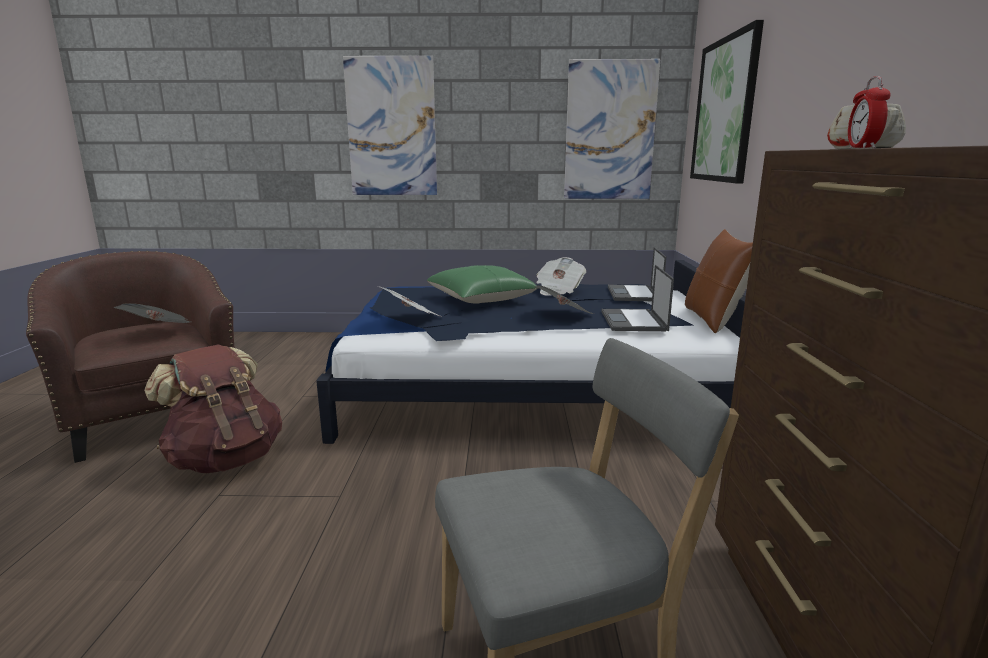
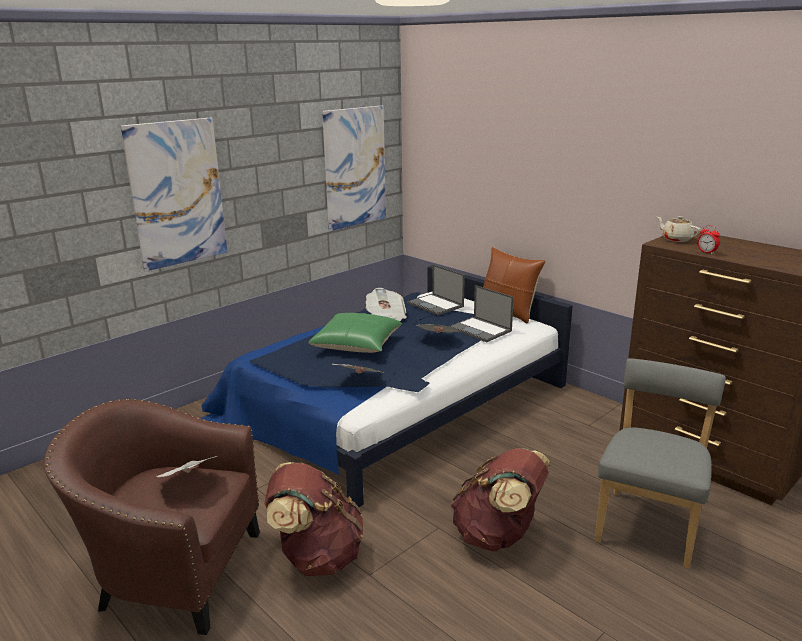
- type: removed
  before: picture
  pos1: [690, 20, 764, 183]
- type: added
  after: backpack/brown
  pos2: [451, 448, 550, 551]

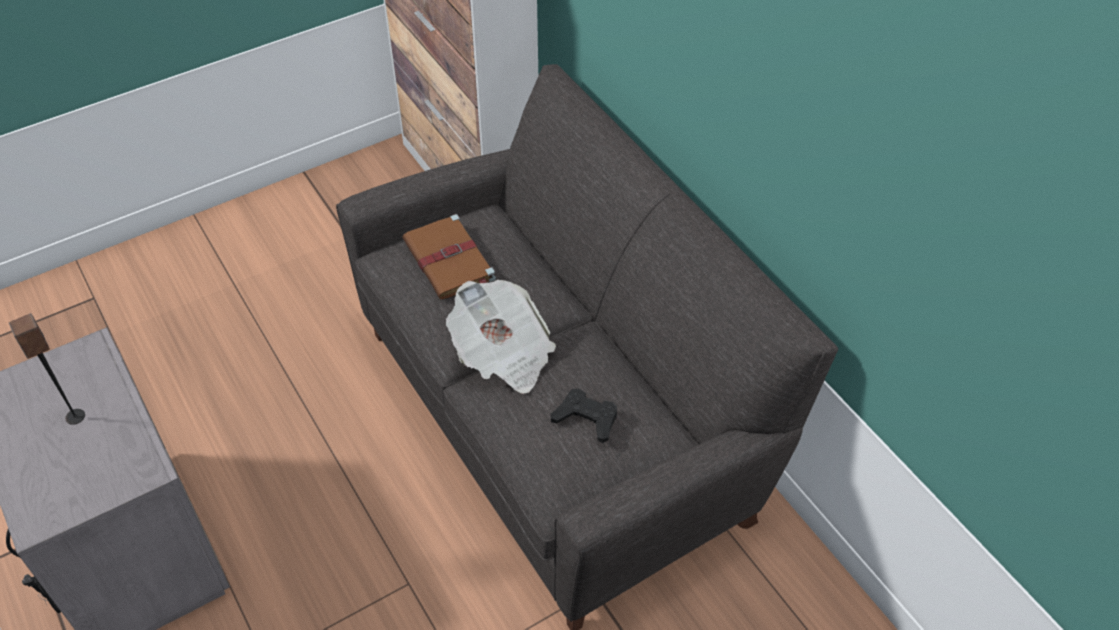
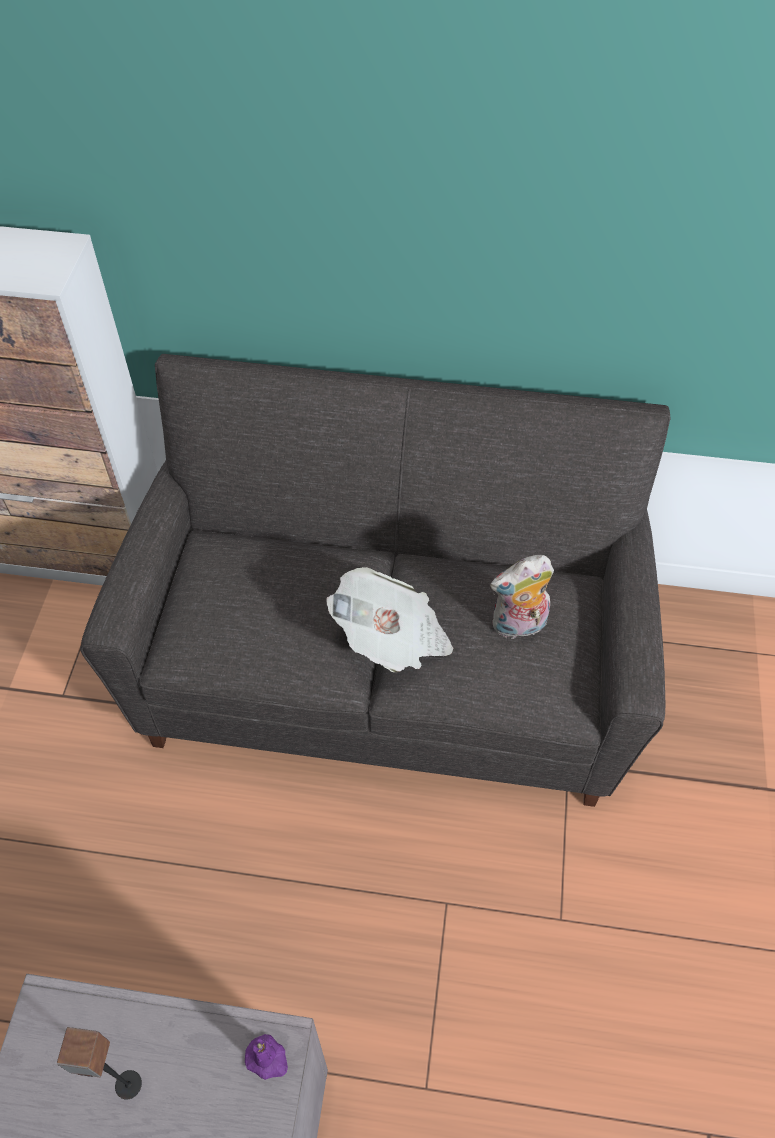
- type: removed
  before: book/brown
  pos1: [402, 214, 496, 300]
- type: replaced
  before: game controller/black
  after: plush toy
  pos1: [550, 389, 617, 443]
  pos2: [490, 555, 554, 639]
- type: added
  after: candle/purple
  pos2: [245, 1034, 288, 1080]

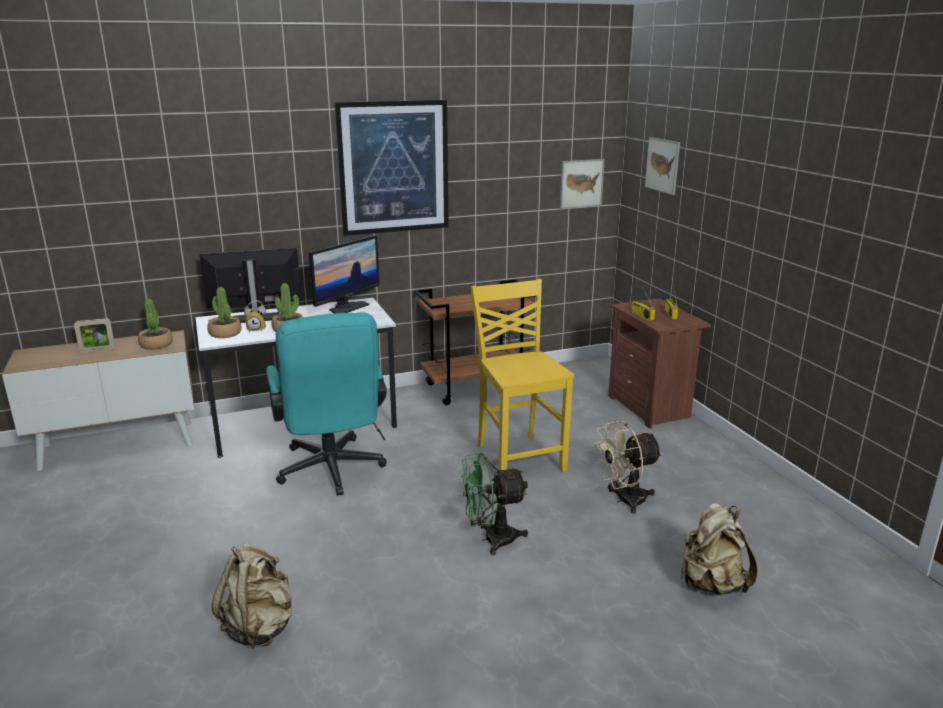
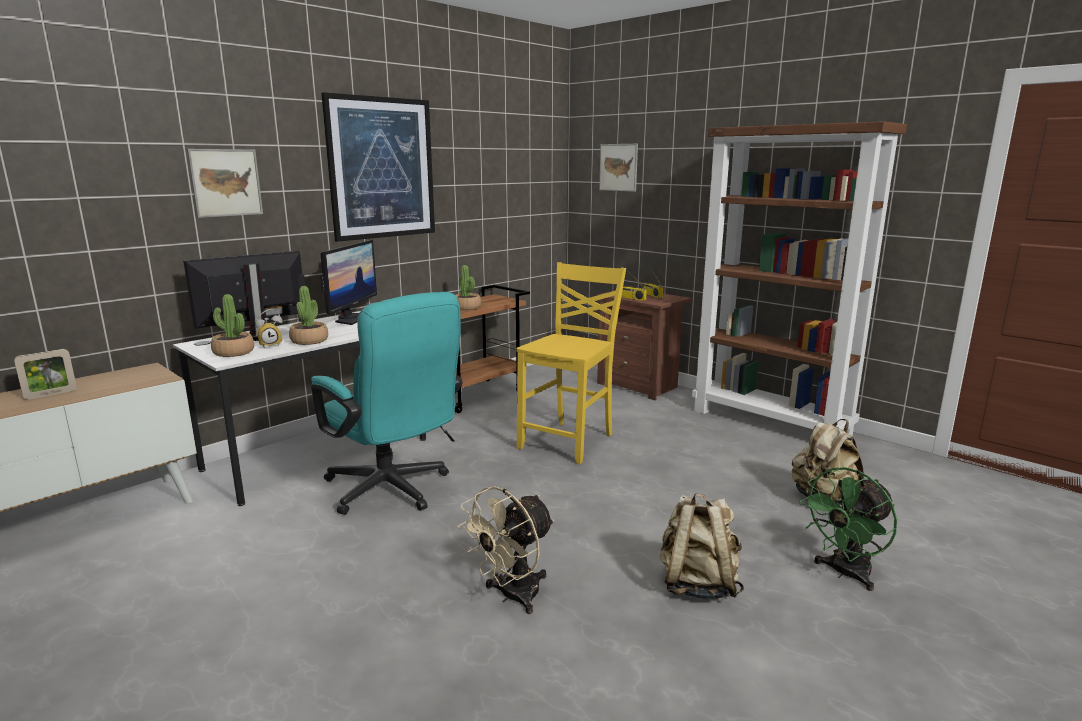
- type: moved
  before: picture
  pos1: [560, 159, 605, 209]
  pos2: [187, 149, 263, 218]
- type: turned
  before: chair/yellow
  pos1: [470, 279, 574, 472]
  pos2: [516, 262, 626, 464]
  turn: 75
- type: moved
  before: potted plant
  pos1: [138, 299, 173, 350]
  pos2: [455, 265, 481, 310]
- type: moved
  before: fan/beige
  pos1: [593, 421, 662, 514]
  pos2: [457, 486, 554, 614]
- type: moved
  before: fan/green
  pos1: [461, 453, 528, 555]
  pos2: [799, 467, 897, 591]
- type: moved
  before: backpack/beige
  pos1: [211, 543, 292, 649]
  pos2: [659, 493, 744, 600]
- type: added
  after: bookcase/brown
  pos2: [692, 121, 907, 436]

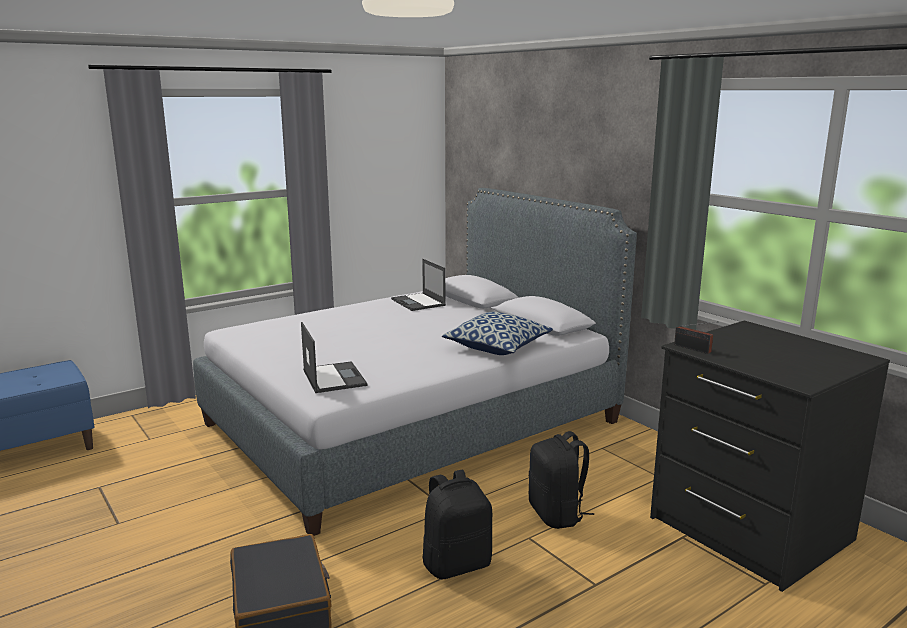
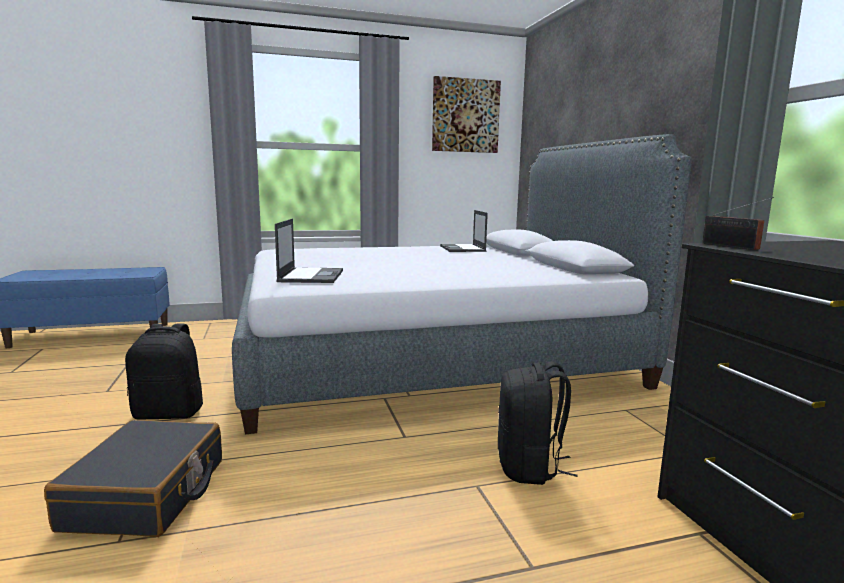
- type: removed
  before: pillow
  pos1: [442, 312, 553, 355]
- type: moved
  before: backpack/black
  pos1: [422, 470, 492, 579]
  pos2: [125, 324, 203, 420]
- type: added
  after: picture
  pos2: [432, 76, 501, 153]

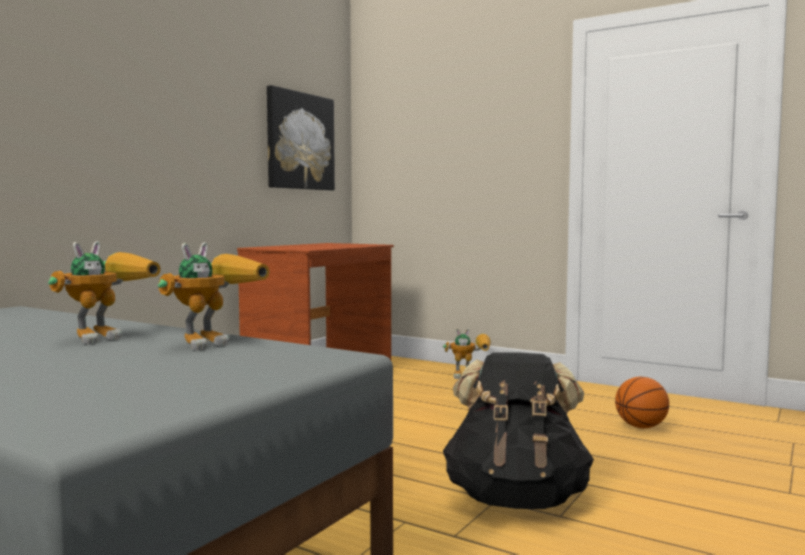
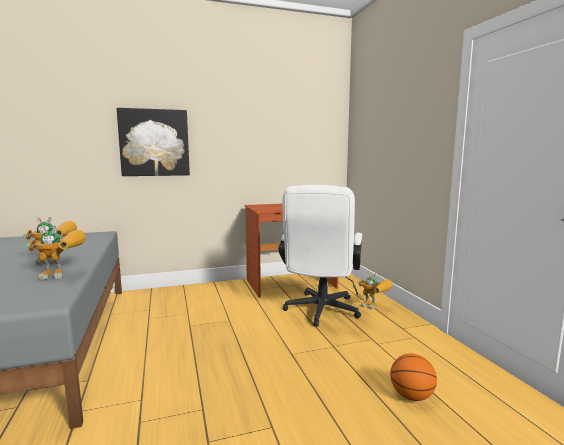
- type: moved
  before: picture
  pos1: [267, 85, 335, 190]
  pos2: [117, 108, 190, 176]
- type: removed
  before: backpack/black
  pos1: [443, 352, 594, 509]
- type: added
  after: office chair/white
  pos2: [278, 185, 362, 327]

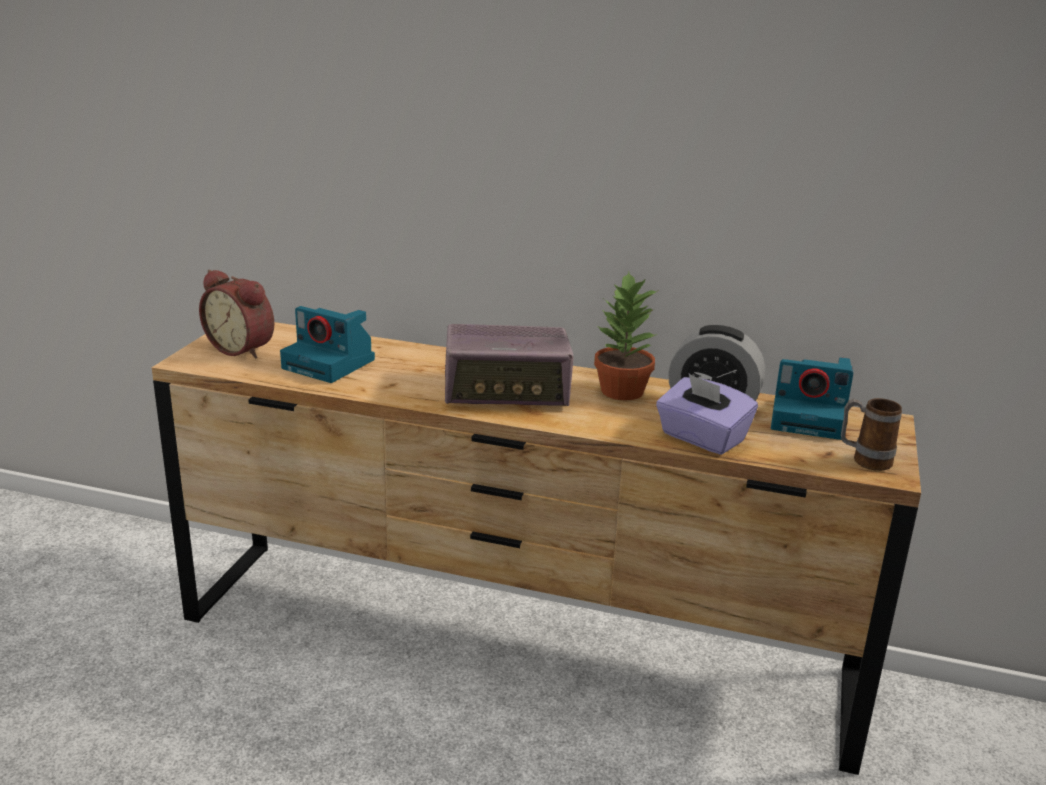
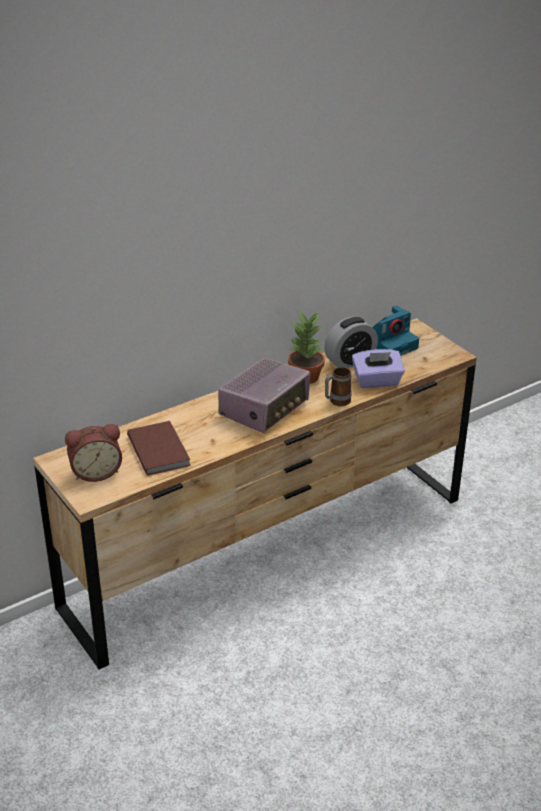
- type: replaced
  before: photo camera
  after: book/brown
  pos1: [280, 306, 375, 383]
  pos2: [127, 421, 191, 476]
- type: moved
  before: mug
  pos1: [841, 398, 902, 471]
  pos2: [325, 367, 352, 406]

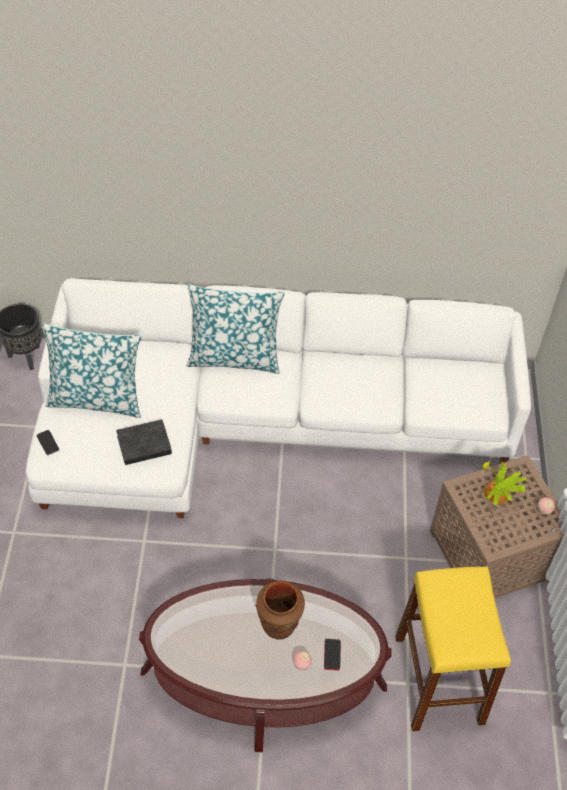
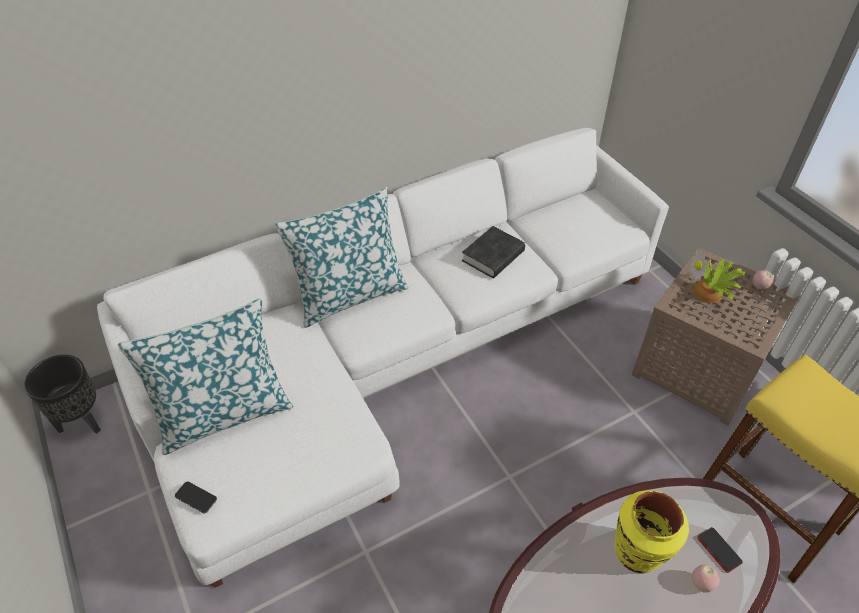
- type: moved
  before: book/black
  pos1: [116, 419, 172, 465]
  pos2: [462, 226, 525, 278]
- type: recoloured
  before: vase/brown
  after: vase/yellow
  pos1: [256, 580, 305, 640]
  pos2: [615, 490, 689, 573]

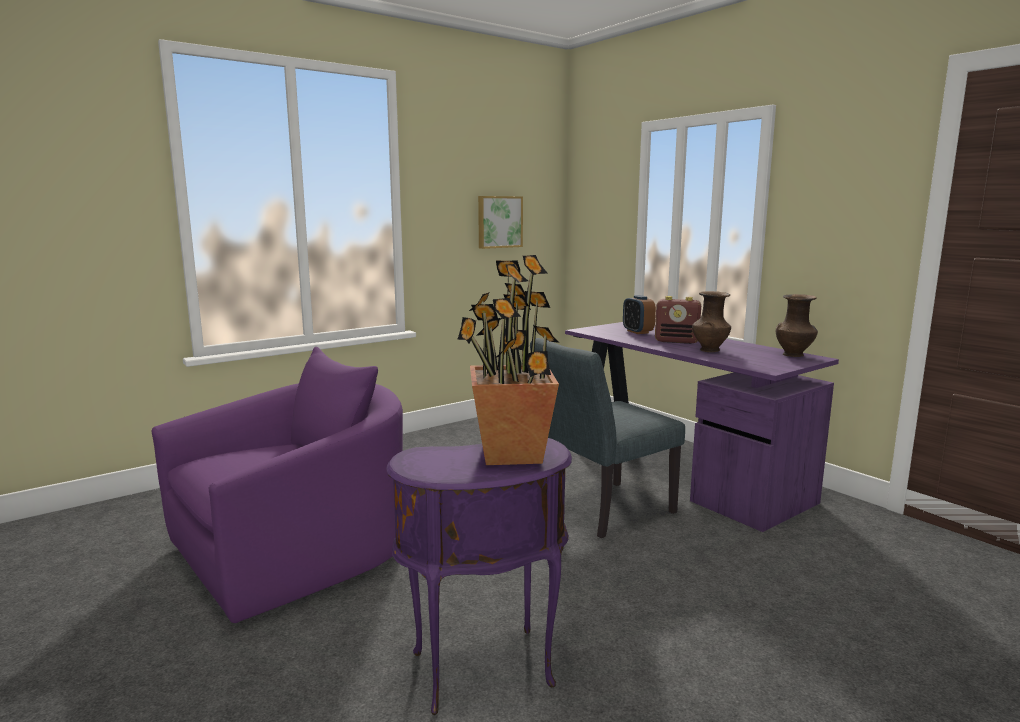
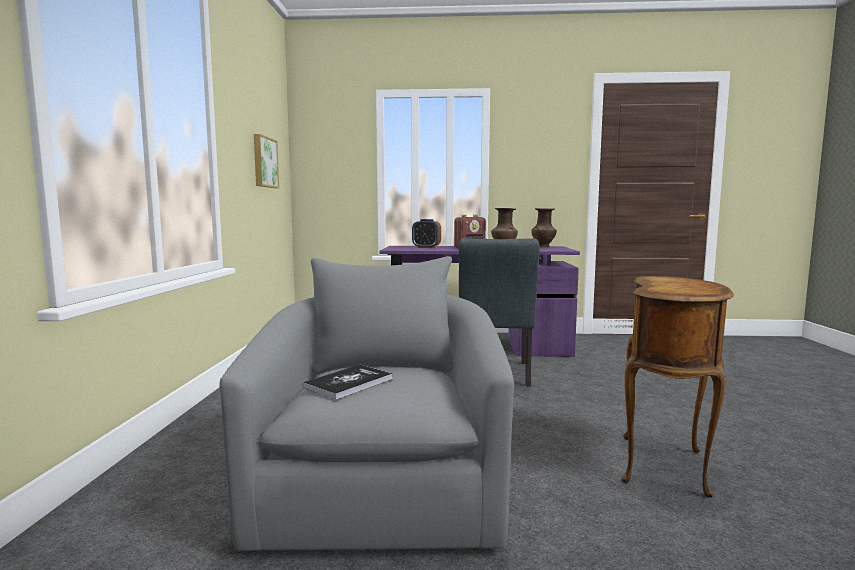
- type: removed
  before: potted plant
  pos1: [457, 255, 560, 465]
- type: recoloured
  before: armchair/purple
  after: armchair/grey
  pos1: [151, 347, 403, 623]
  pos2: [219, 256, 514, 551]
- type: recoloured
  before: side table/purple
  after: side table/brown
  pos1: [386, 438, 572, 715]
  pos2: [621, 276, 734, 498]
- type: added
  after: book
  pos2: [303, 365, 393, 400]

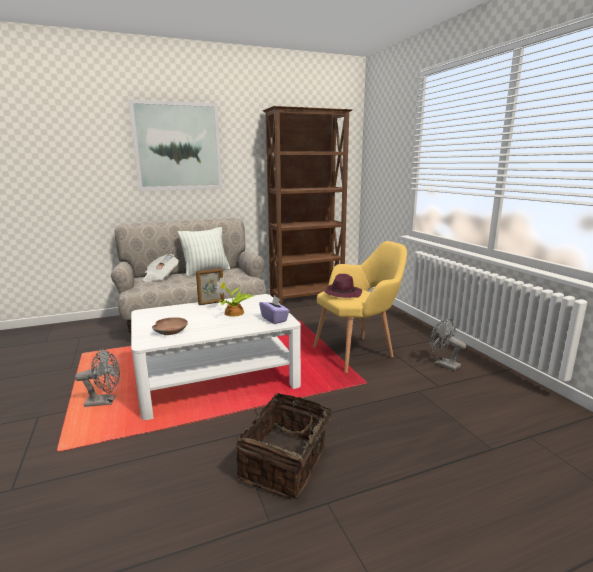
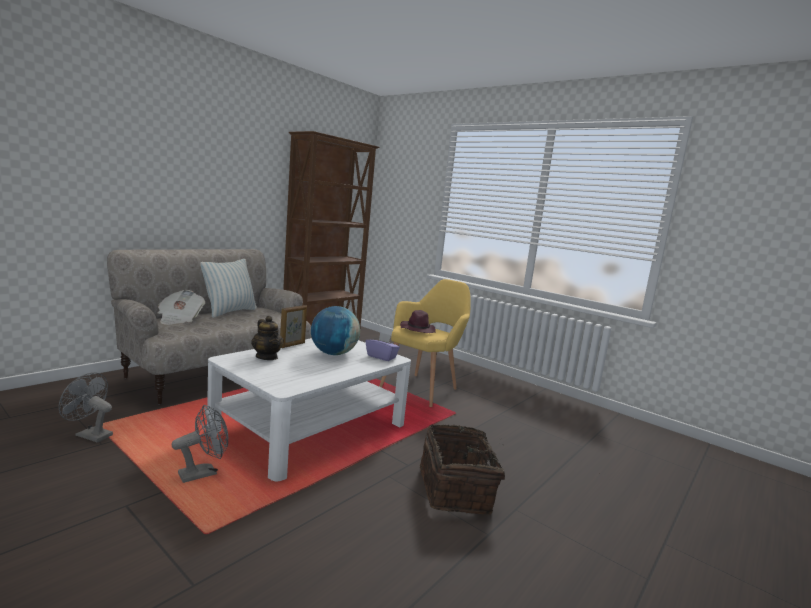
- type: removed
  before: picture
  pos1: [129, 99, 222, 190]
- type: replaced
  before: potted plant
  after: globe
  pos1: [216, 276, 254, 316]
  pos2: [311, 306, 360, 355]
- type: removed
  before: bowl/brown
  pos1: [152, 317, 188, 335]
- type: moved
  before: fan/grey
  pos1: [429, 319, 466, 371]
  pos2: [59, 373, 113, 443]
- type: added
  after: teapot
  pos2: [251, 316, 284, 360]

